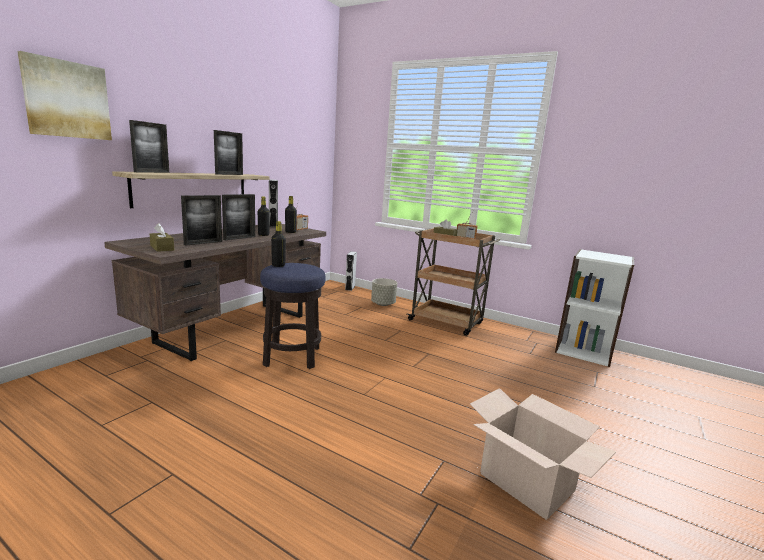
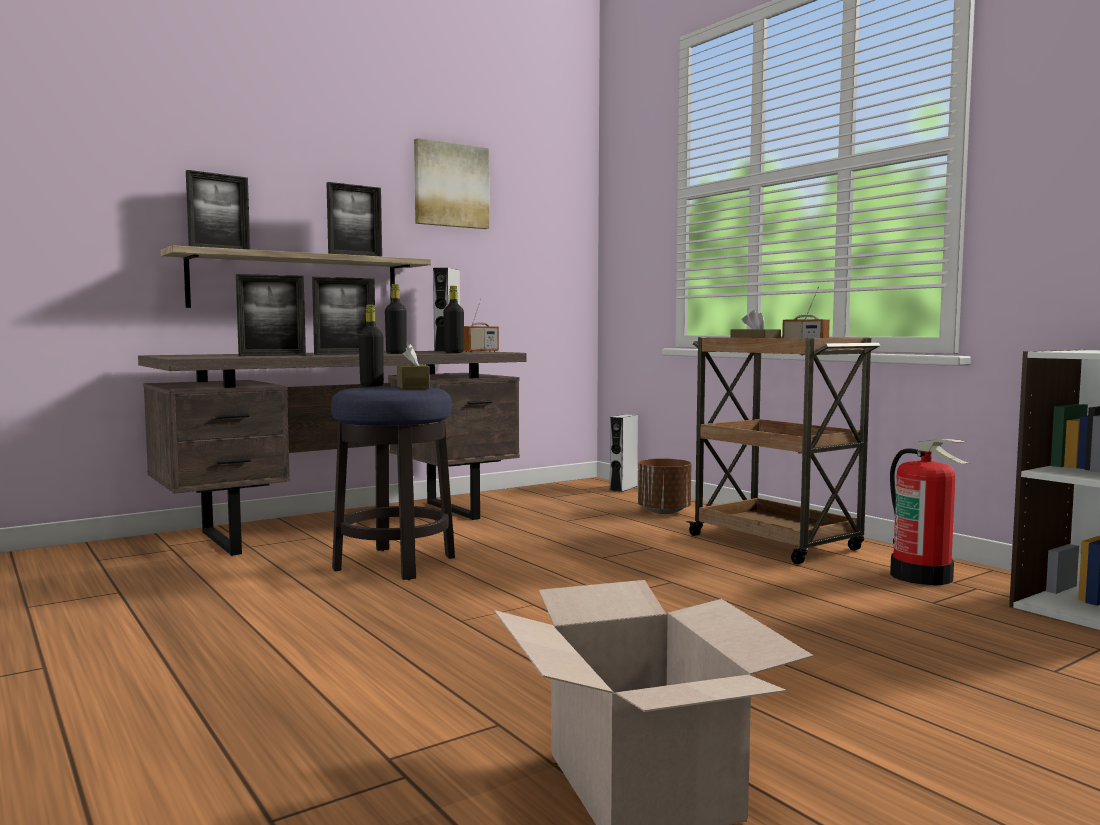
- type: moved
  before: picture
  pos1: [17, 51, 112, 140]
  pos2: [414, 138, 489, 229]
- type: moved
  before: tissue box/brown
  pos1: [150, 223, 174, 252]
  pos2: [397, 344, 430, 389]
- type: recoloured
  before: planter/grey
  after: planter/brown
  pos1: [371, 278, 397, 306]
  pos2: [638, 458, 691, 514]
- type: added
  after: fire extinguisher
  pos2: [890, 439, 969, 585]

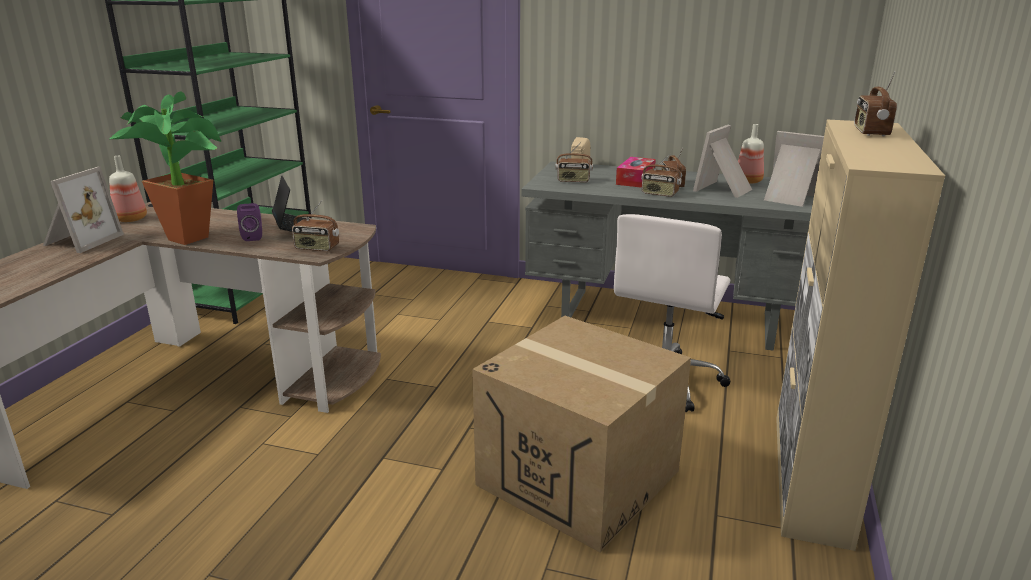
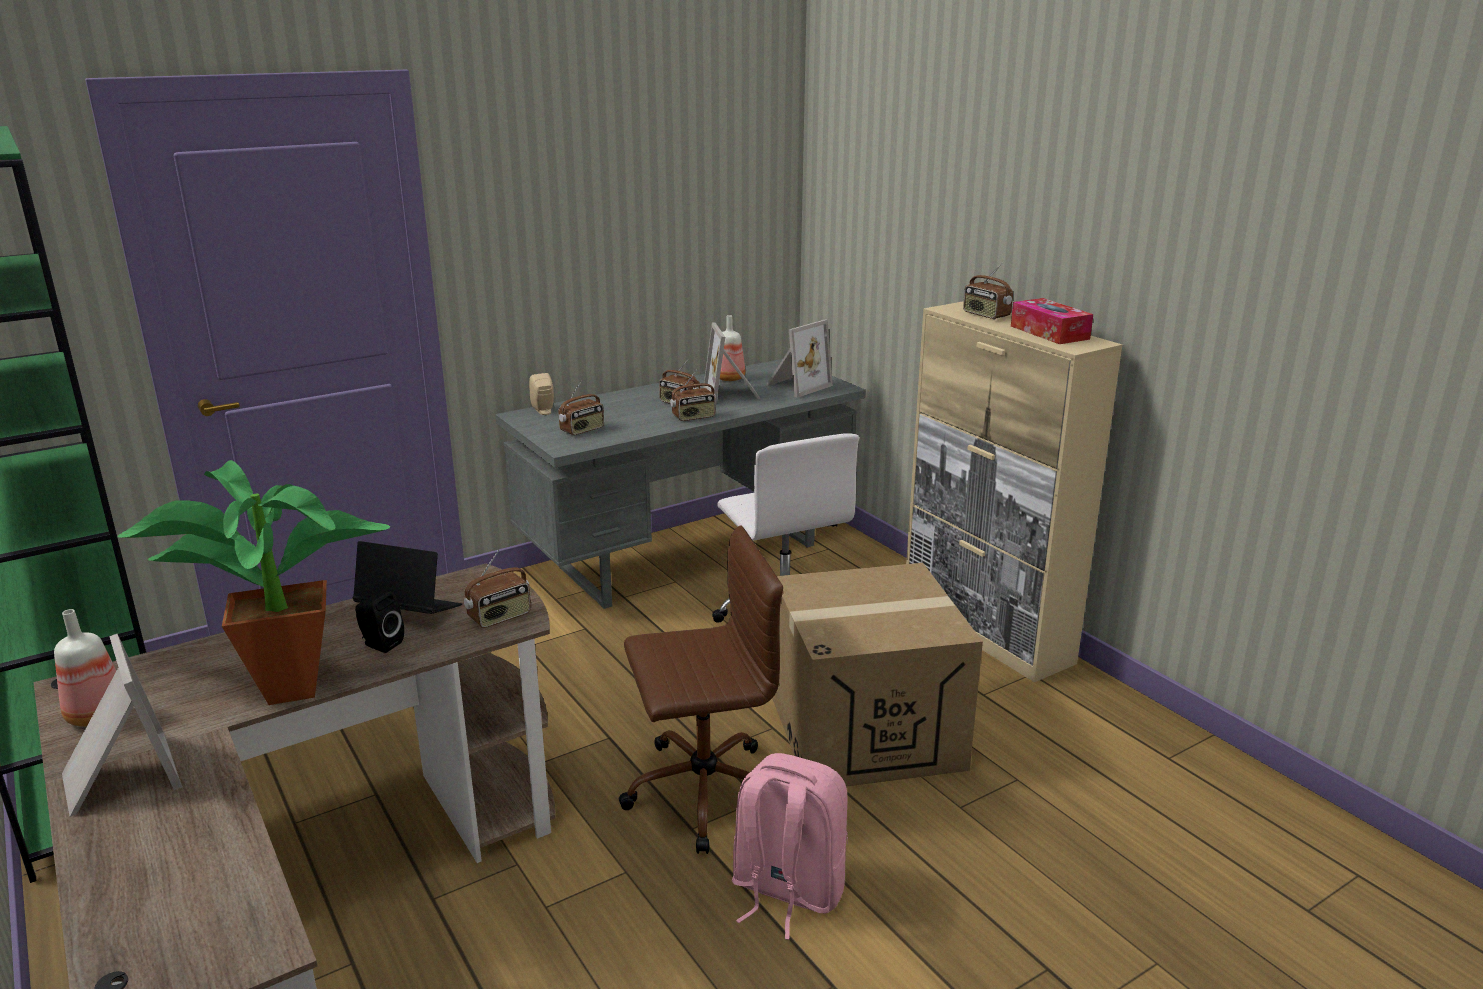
- type: turned
  before: picture frame
  pos1: [764, 131, 824, 207]
  pos2: [766, 320, 833, 398]
  turn: 150
- type: moved
  before: tissue box
  pos1: [616, 157, 656, 188]
  pos2: [1011, 298, 1093, 344]
- type: recoloured
  before: speaker/purple
  after: speaker/black
  pos1: [237, 203, 262, 241]
  pos2: [355, 591, 404, 653]
- type: added
  after: office chair/brown
  pos2: [618, 526, 783, 854]
- type: added
  after: backpack/pink
  pos2: [732, 753, 848, 940]

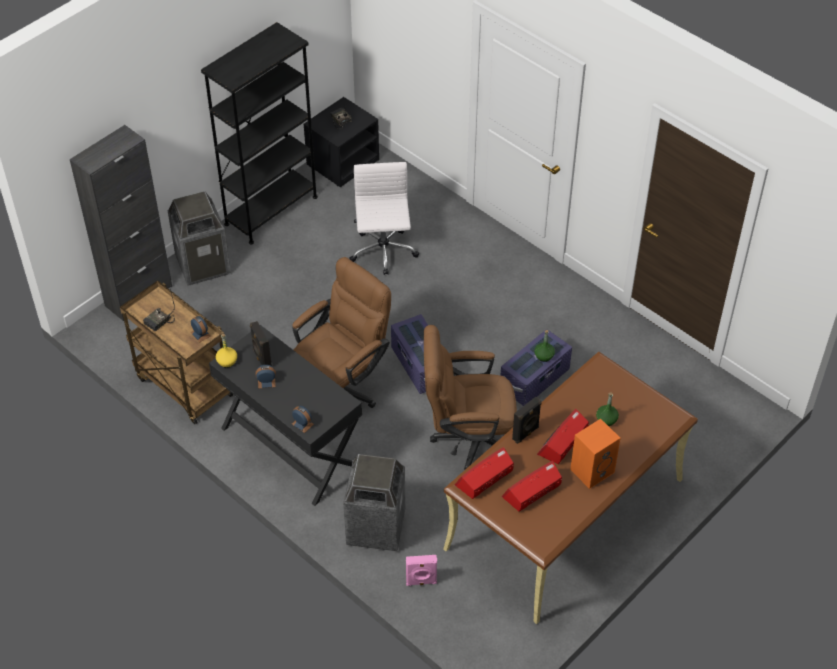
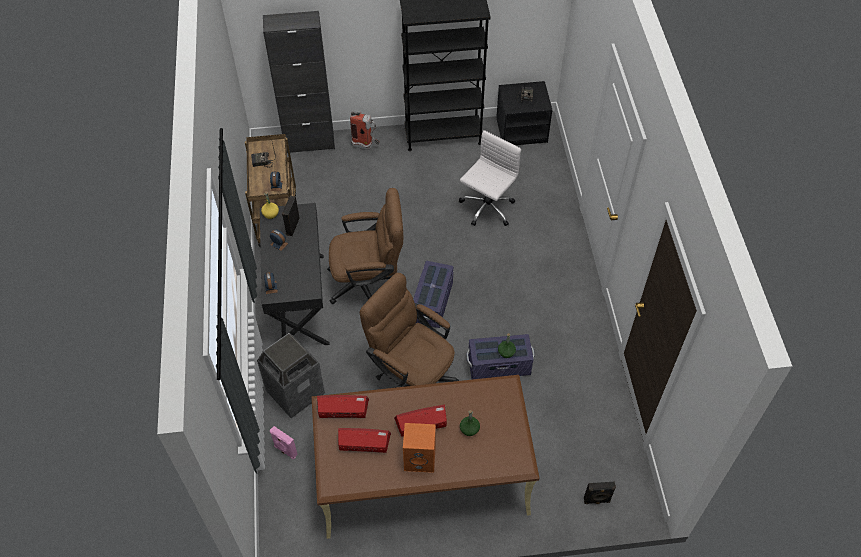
- type: replaced
  before: trash can
  after: fire extinguisher
  pos1: [167, 191, 231, 286]
  pos2: [350, 111, 380, 150]
- type: moved
  before: speaker/black
  pos1: [512, 397, 541, 444]
  pos2: [584, 482, 616, 504]

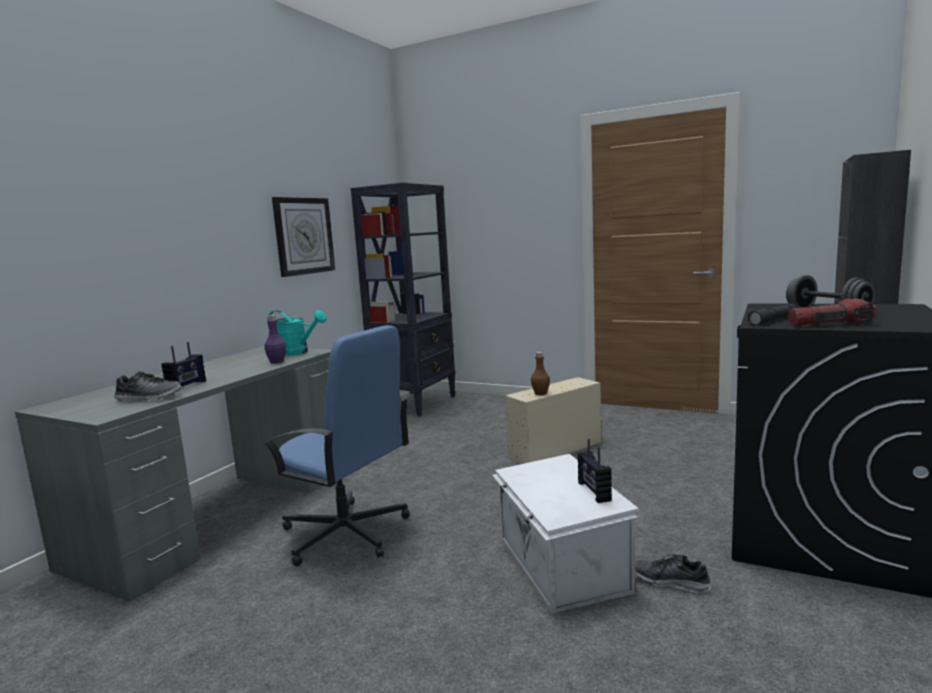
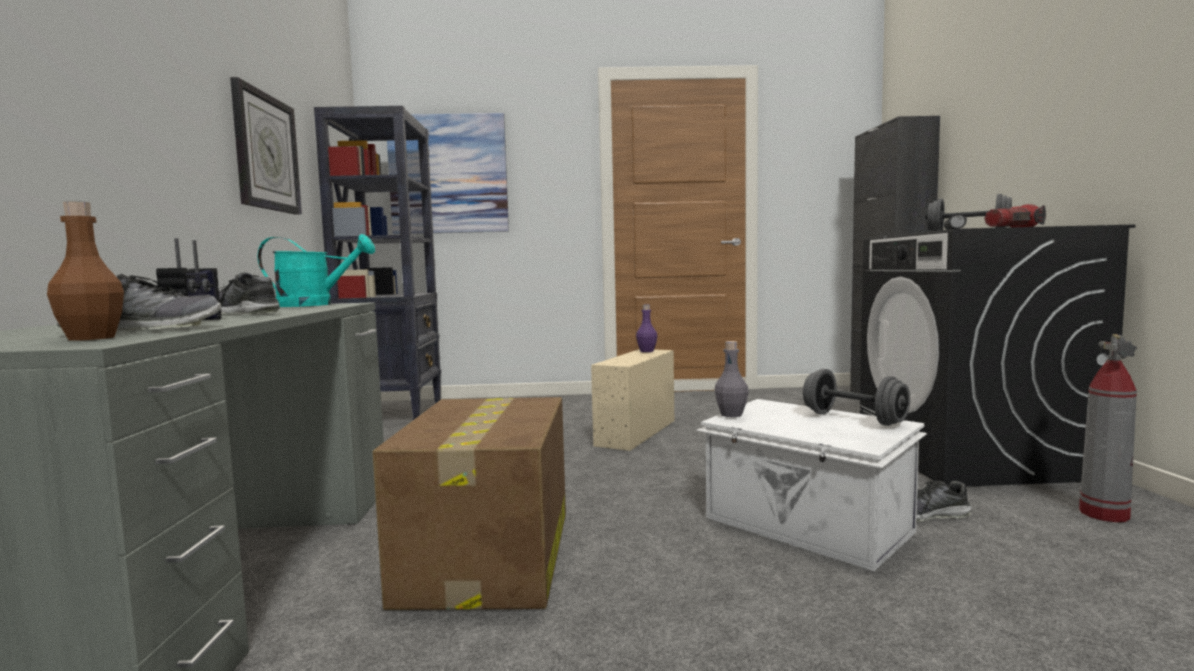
- type: moved
  before: bottle/purple
  pos1: [264, 315, 286, 363]
  pos2: [636, 305, 657, 352]
- type: replaced
  before: office chair/blue
  after: cardboard box
  pos1: [263, 325, 410, 566]
  pos2: [373, 397, 566, 610]
- type: moved
  before: bottle/brown
  pos1: [531, 352, 550, 395]
  pos2: [47, 201, 124, 341]
- type: replaced
  before: radio
  after: dumbbell/grey
  pos1: [578, 439, 612, 503]
  pos2: [803, 369, 910, 426]
- type: added
  after: picture
  pos2: [387, 113, 509, 234]
- type: added
  after: shoe
  pos2: [219, 273, 281, 315]
- type: added
  after: fire extinguisher
  pos2: [1079, 334, 1137, 522]
- type: added
  after: bottle/grey
  pos2: [714, 341, 749, 417]

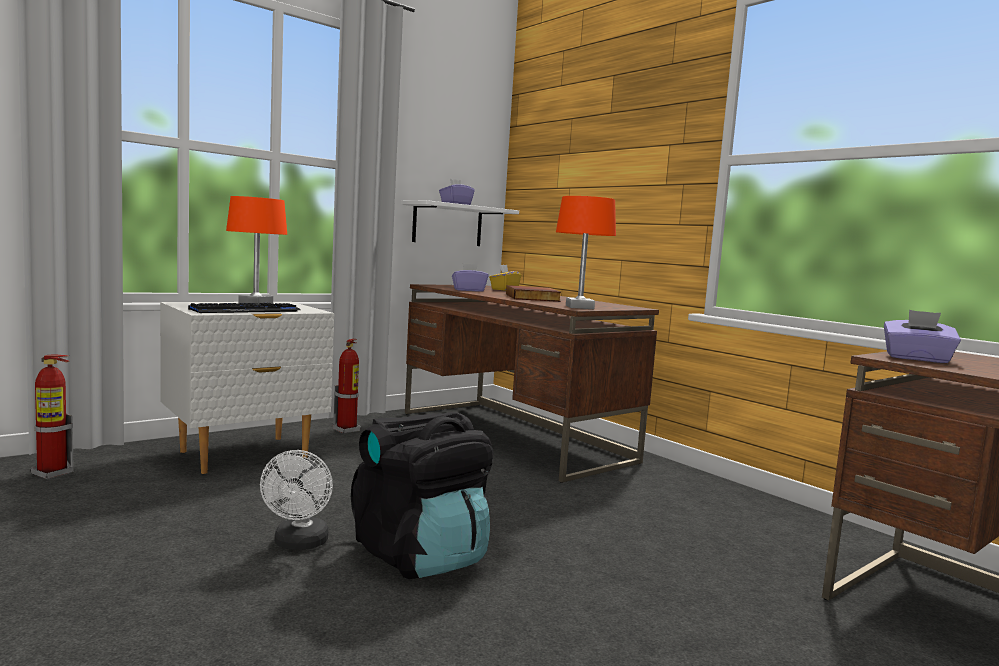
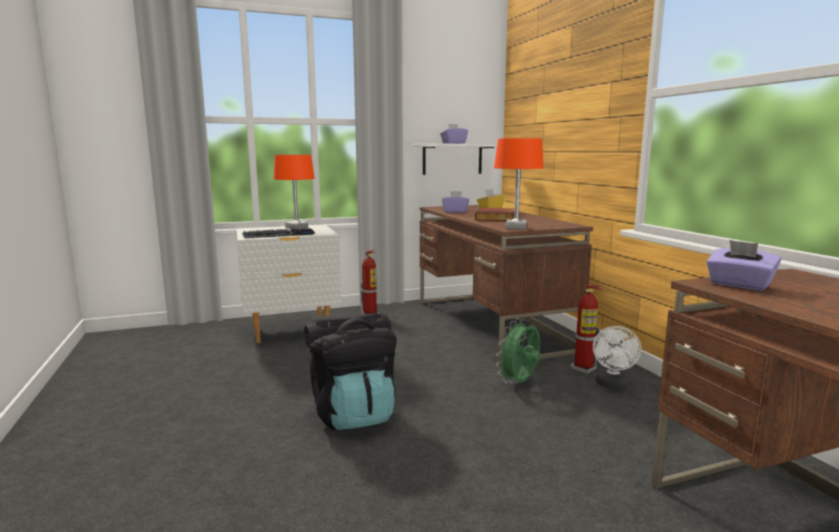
- type: moved
  before: fire extinguisher
  pos1: [30, 355, 74, 479]
  pos2: [570, 285, 603, 374]
- type: moved
  before: fan/white
  pos1: [260, 450, 333, 550]
  pos2: [593, 326, 641, 389]
- type: added
  after: fan/green
  pos2: [496, 318, 541, 383]

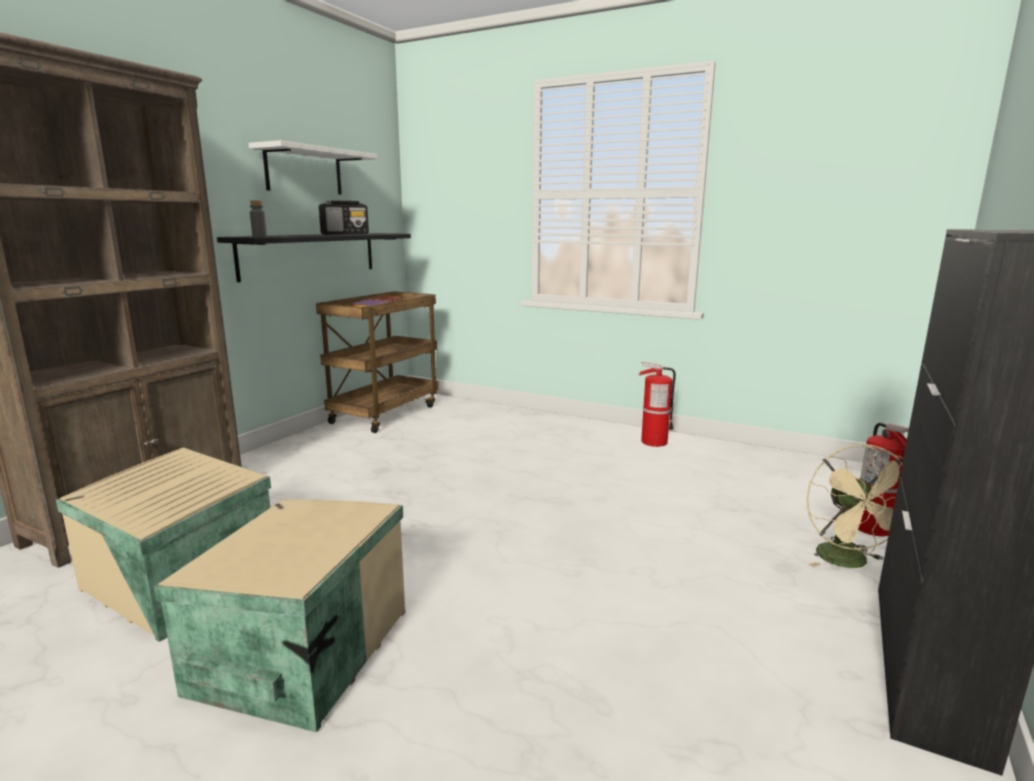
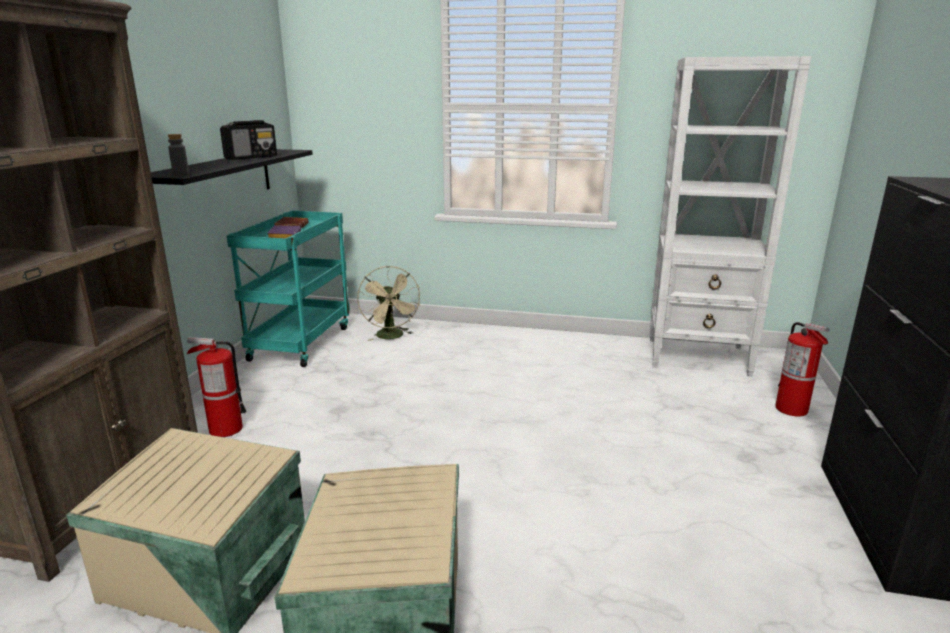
- type: removed
  before: shelf/white
  pos1: [248, 140, 378, 195]
- type: recoloured
  before: cart/brown
  after: cart/turquoise
  pos1: [316, 291, 438, 433]
  pos2: [227, 211, 350, 367]
- type: moved
  before: fire extinguisher
  pos1: [639, 362, 676, 447]
  pos2: [186, 337, 247, 437]
- type: moved
  before: fan/beige
  pos1: [806, 444, 903, 568]
  pos2: [357, 266, 421, 341]
- type: added
  after: bookcase/white
  pos2: [650, 56, 811, 376]

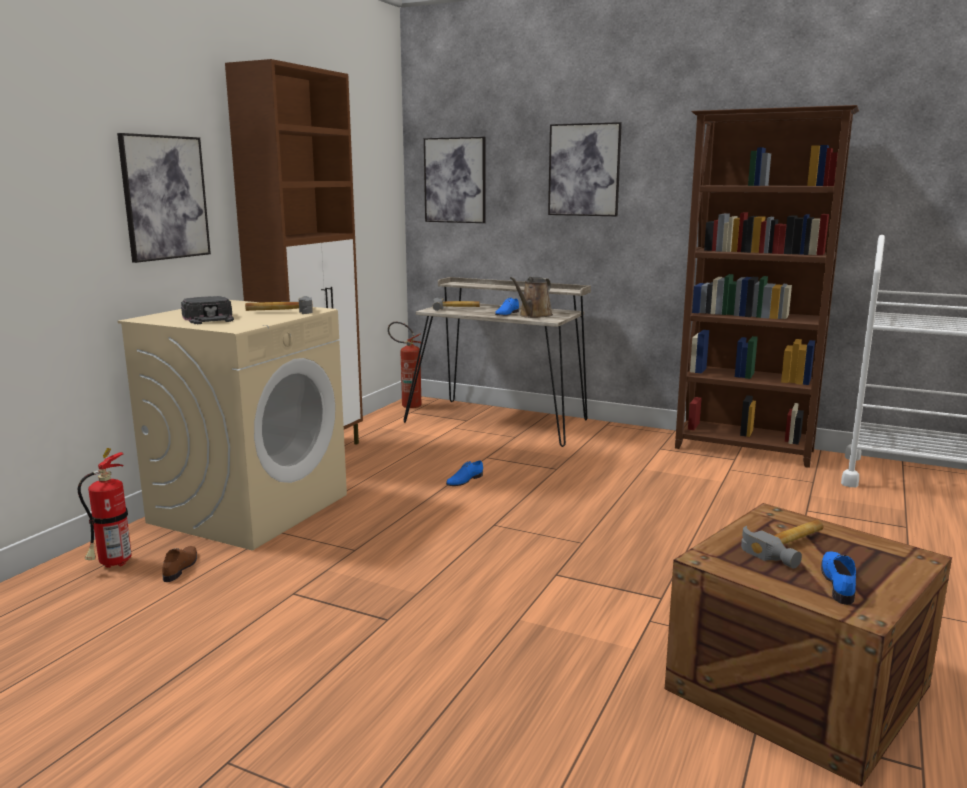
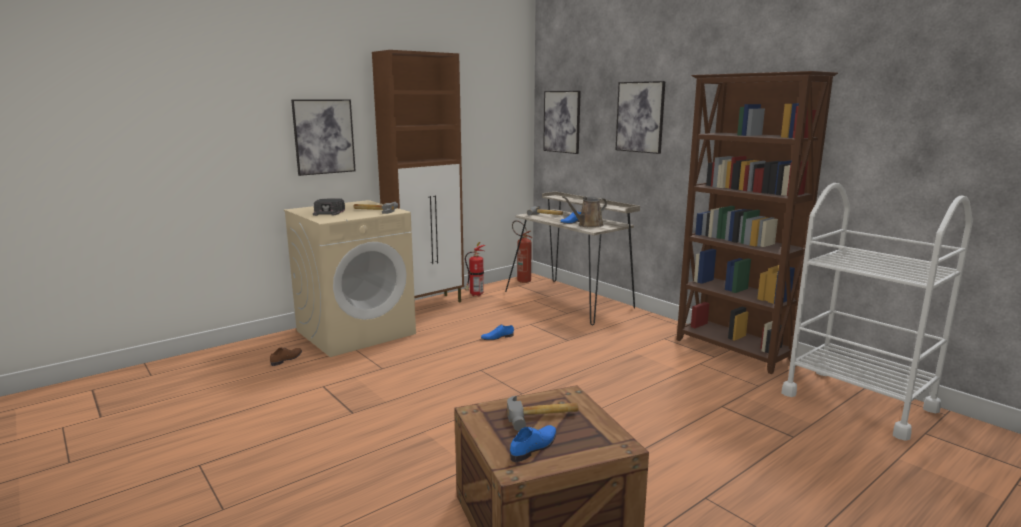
- type: moved
  before: fire extinguisher
  pos1: [78, 448, 132, 568]
  pos2: [464, 242, 485, 296]

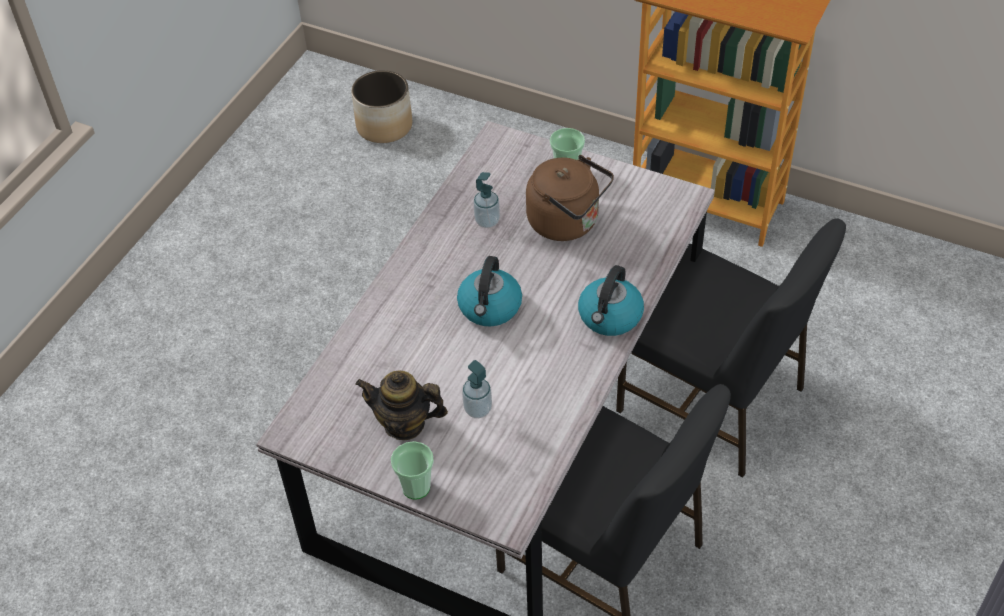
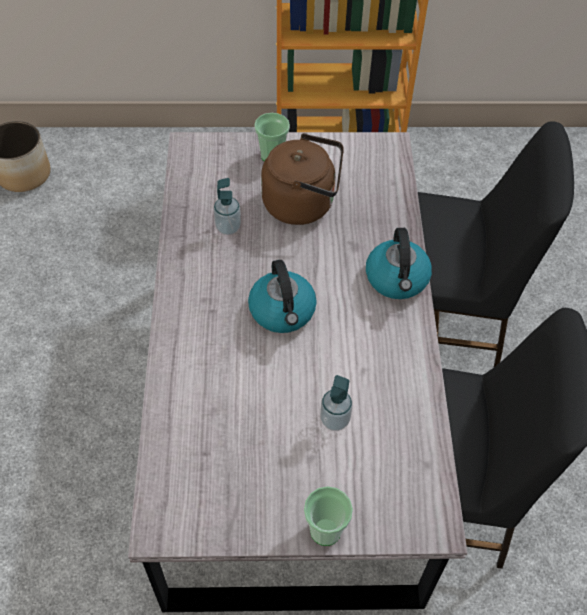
- type: removed
  before: teapot
  pos1: [355, 371, 448, 440]

